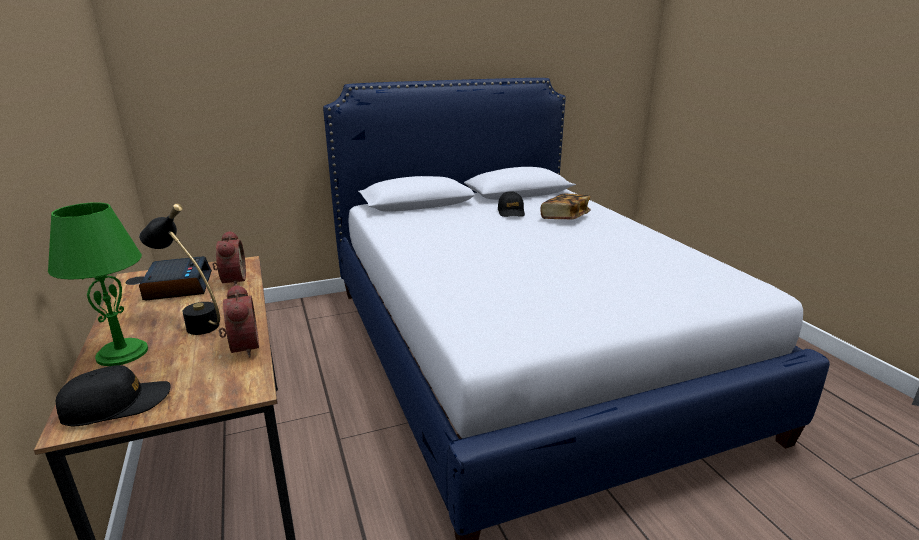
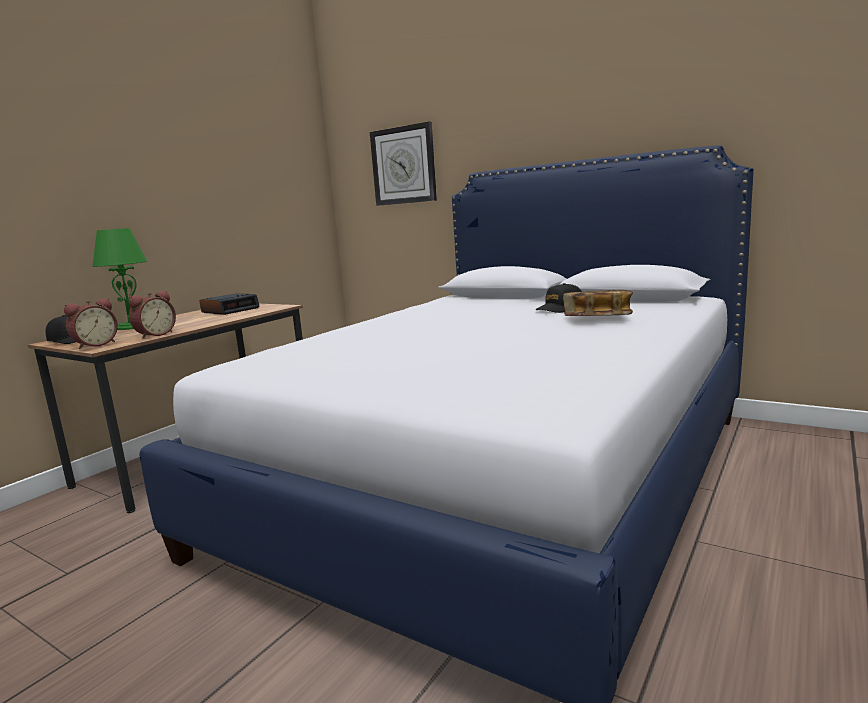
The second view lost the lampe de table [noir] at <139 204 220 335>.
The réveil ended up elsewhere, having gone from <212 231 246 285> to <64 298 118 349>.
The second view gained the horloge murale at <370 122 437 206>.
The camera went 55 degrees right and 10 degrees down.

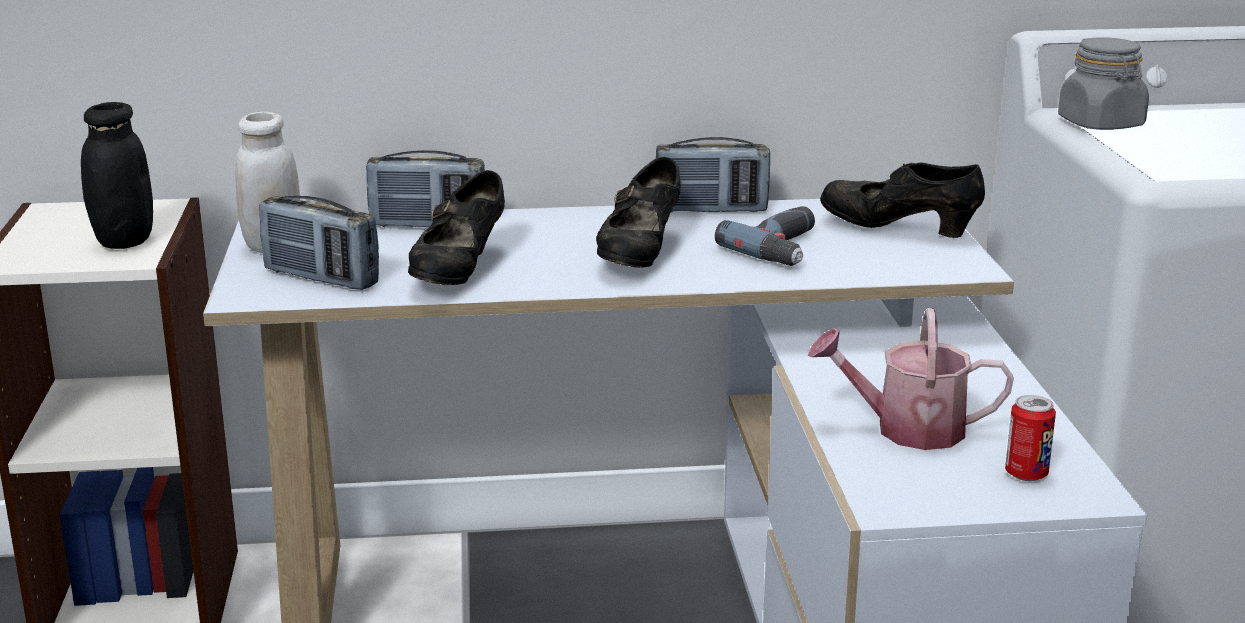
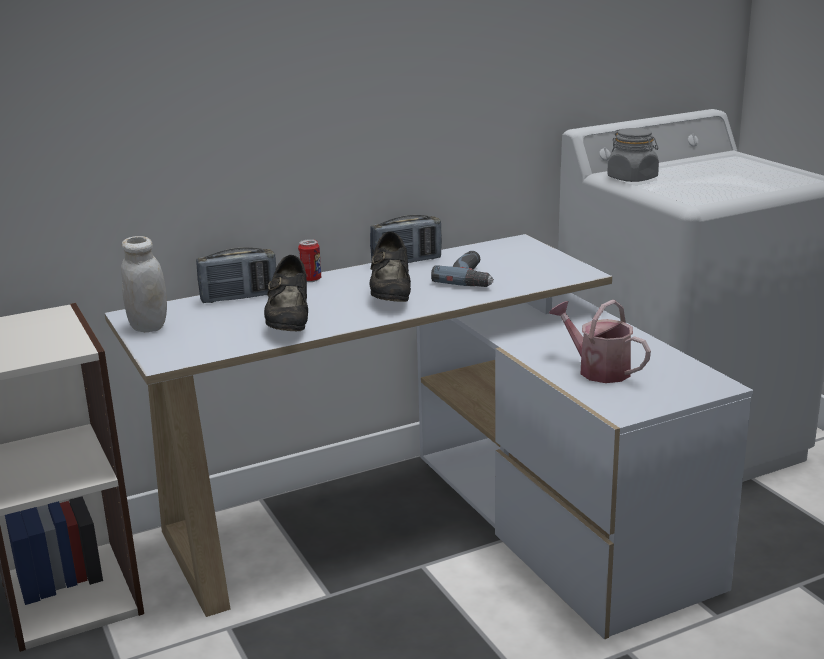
The second view lost the bocal [noir] at <81 102 153 249>.
The second view lost the radio at <259 196 379 290>.
The arrosoir at <807 308 1014 450> ended up facing another way, 60 degrees clockwise from before.
The second view lost the chaussure [noir] at <820 162 985 238>.
The boîte métallique ended up elsewhere, having gone from <1005 395 1056 481> to <298 239 321 282>.
The camera went 20 degrees left and 0 degrees up.

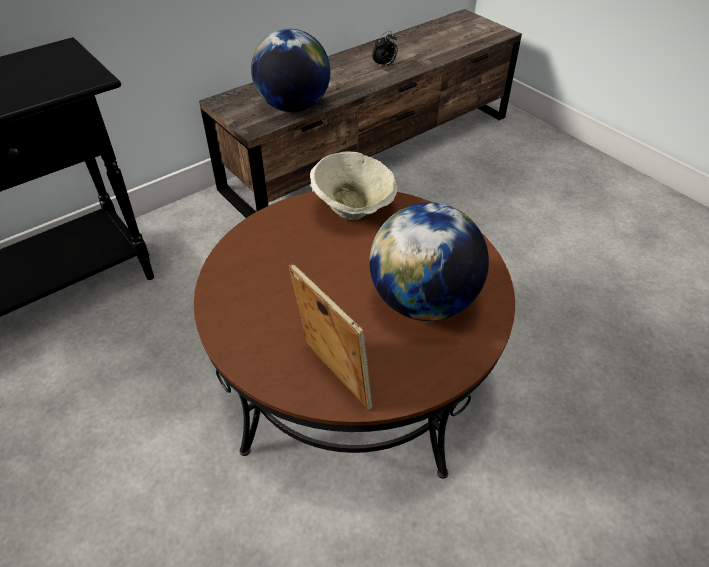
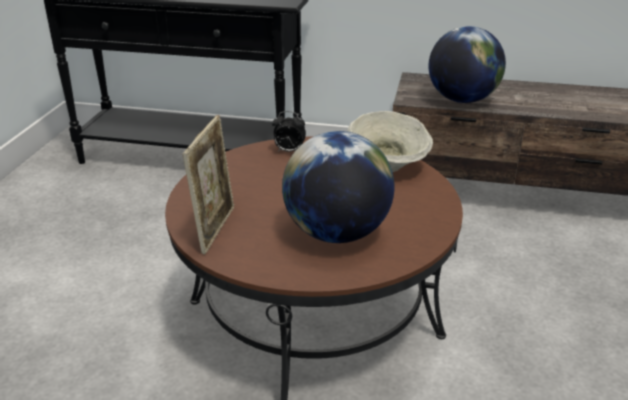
The réveil ended up elsewhere, having gone from <372 31 397 68> to <272 111 306 152>.
The camera went 50 degrees right and 15 degrees down.

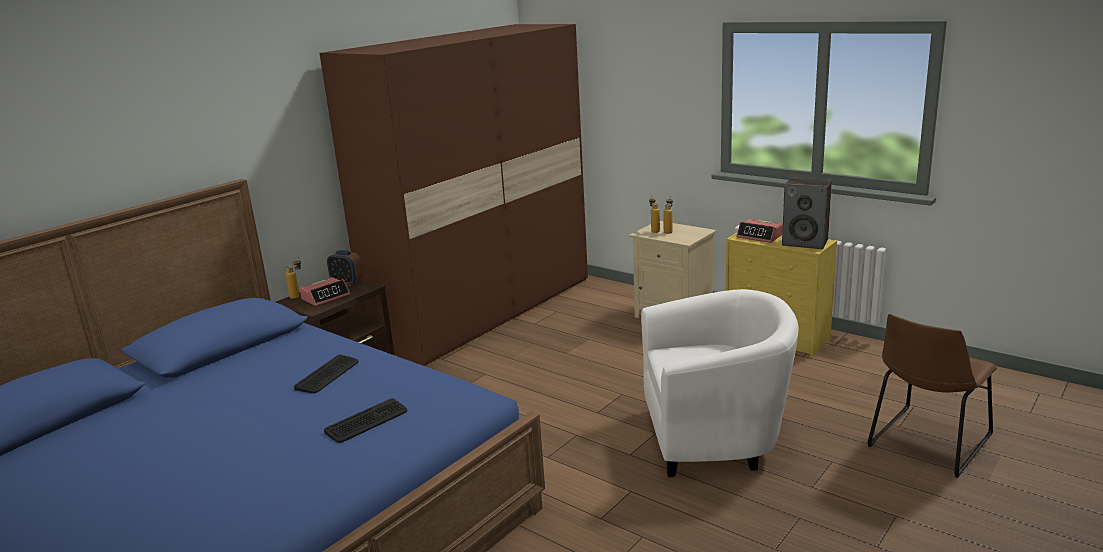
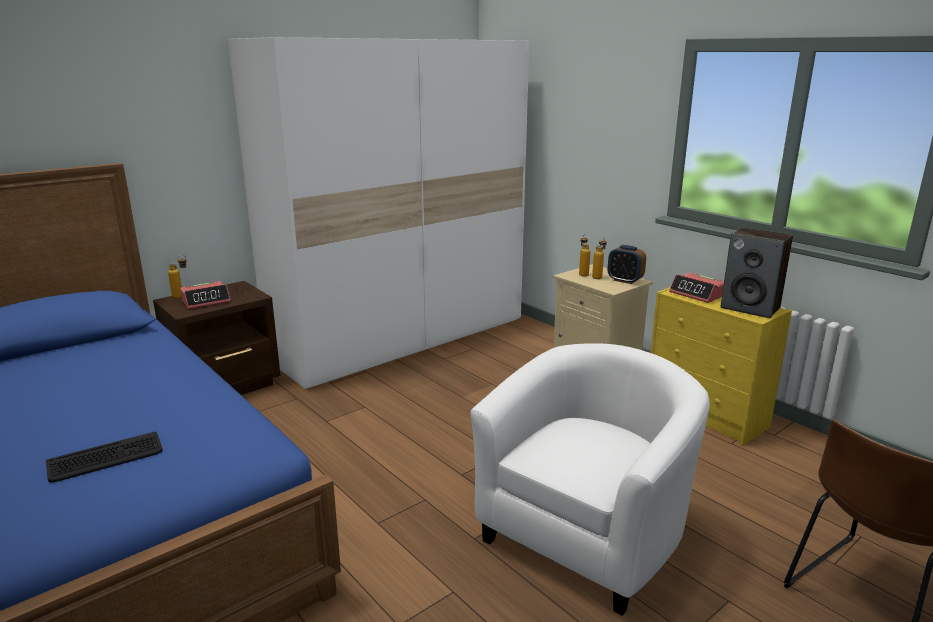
The second view lost the clavier at <294 354 358 394>.
What was the armoire [marron] at <319 24 588 366> turned into the armoire [blanc] at <228 37 529 389>.
The réveil ended up elsewhere, having gone from <327 250 363 286> to <608 245 646 284>.
The fauteuil [blanc] at <641 289 799 477> ended up facing another way, 60 degrees counterclockwise from before.
The camera went 10 degrees right and 0 degrees up.

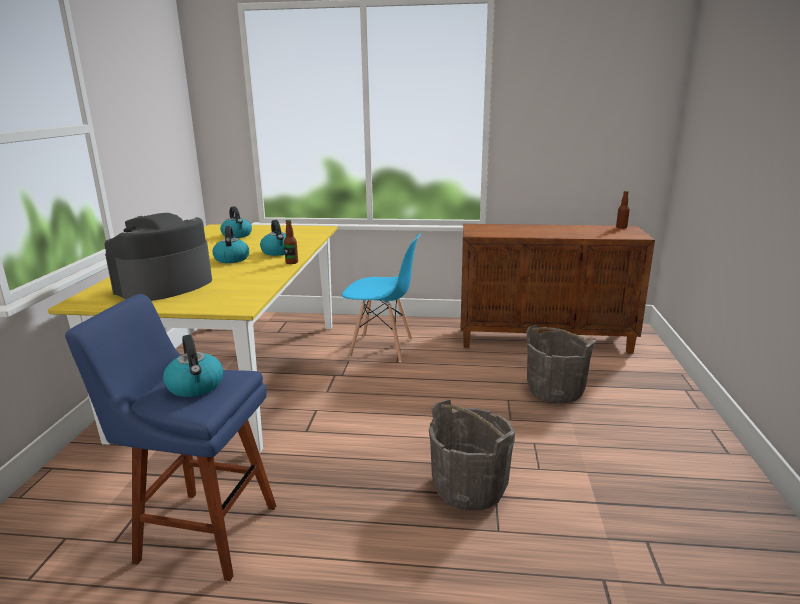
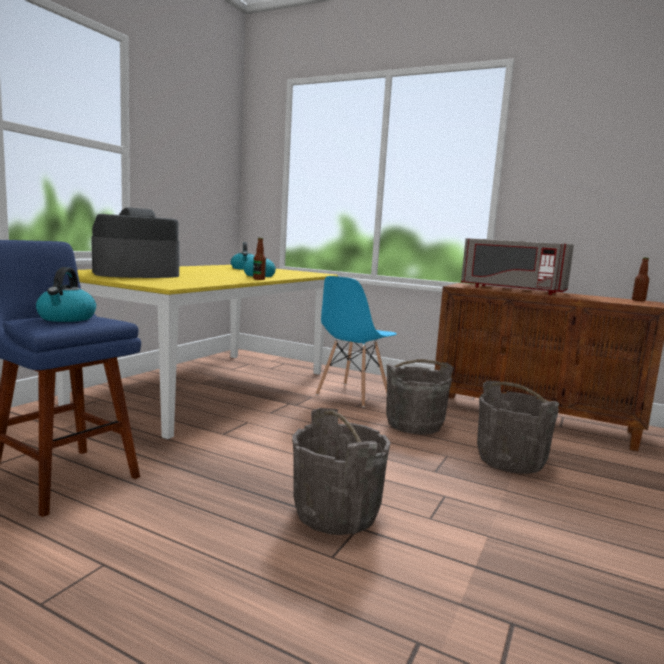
The second view lost the bouilloire at <213 226 249 263>.
The chaise [bleu] at <342 233 421 362> ended up facing another way, 90 degrees clockwise from before.
The second view gained the seau [gris] at <386 359 454 434>.
The second view gained the micro-ondes [gris] at <461 238 574 295>.
The camera went 20 degrees right and 10 degrees down.

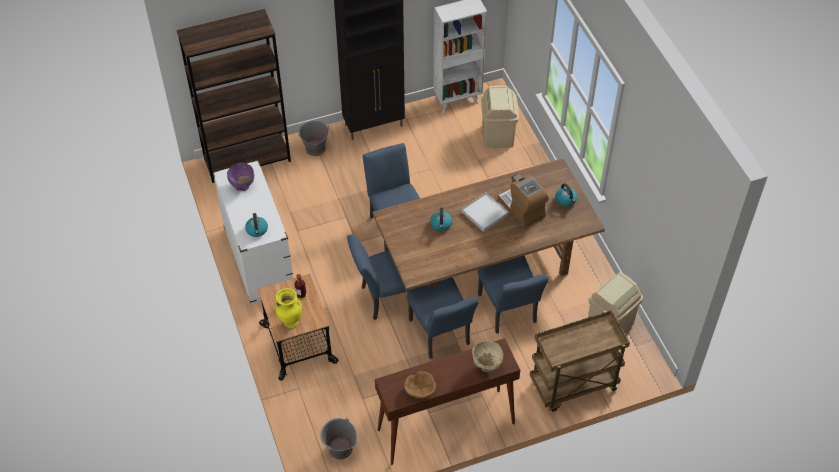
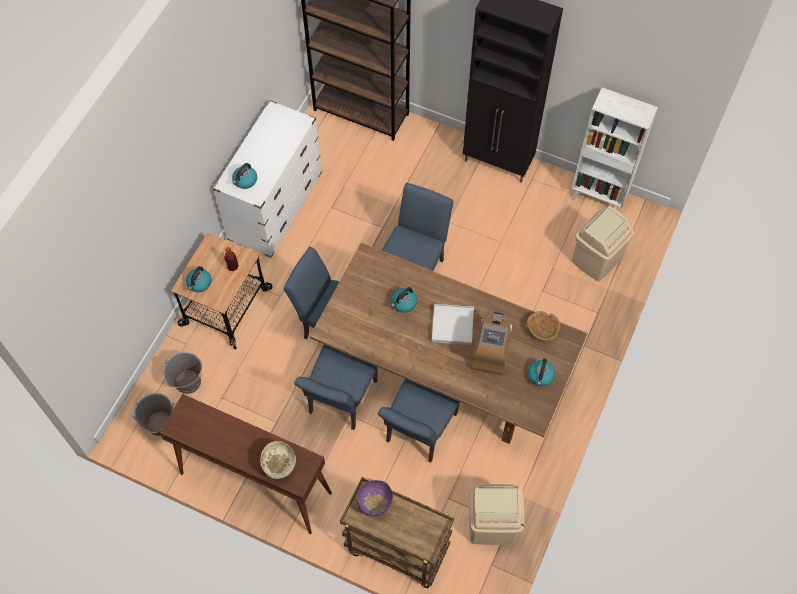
The bol [violet] ended up elsewhere, having gone from <227 163 254 191> to <357 480 393 516>.
Where the vase [jaune] stood at <275 288 302 328>, the bouilloire came to stand at <186 266 212 292>.
The seau [gris] ended up elsewhere, having gone from <298 121 329 156> to <164 352 203 394>.
The bol [marron] ended up elsewhere, having gone from <404 371 436 399> to <527 311 561 342>.
The camera went 45 degrees right and 10 degrees up.

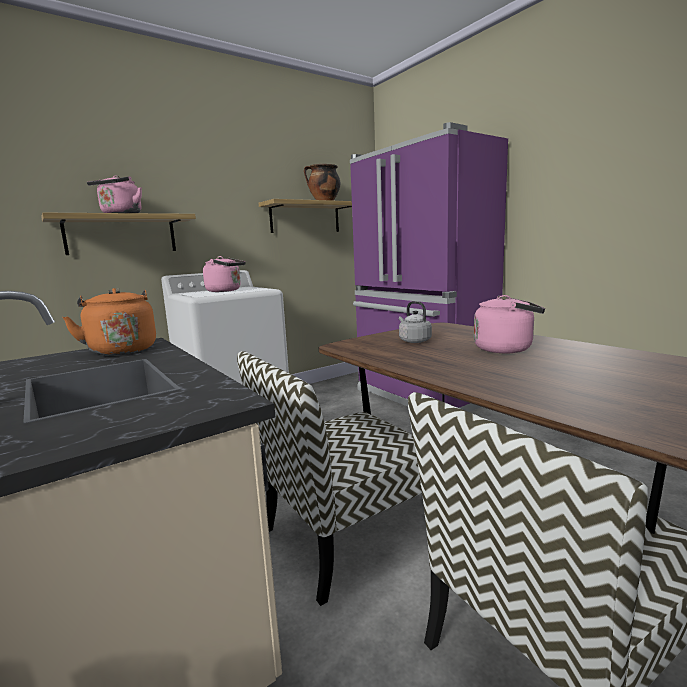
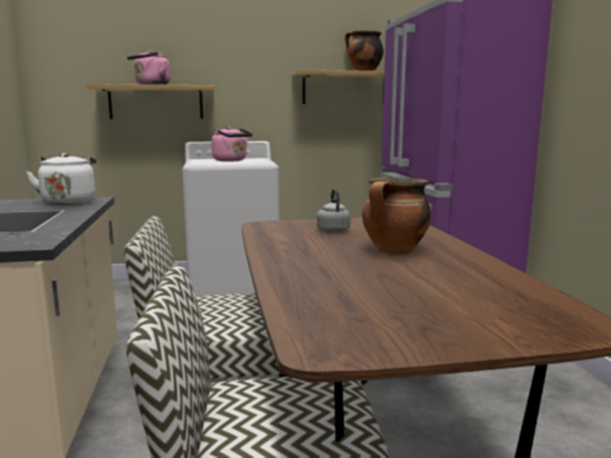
What was the bouilloire [orange] at <62 288 156 355> turned into the bouilloire [blanc] at <26 153 96 205>.
Where the bouilloire [rose] stood at <474 295 545 353>, the marmite came to stand at <362 177 432 254>.
The camera went 25 degrees right and 0 degrees up.

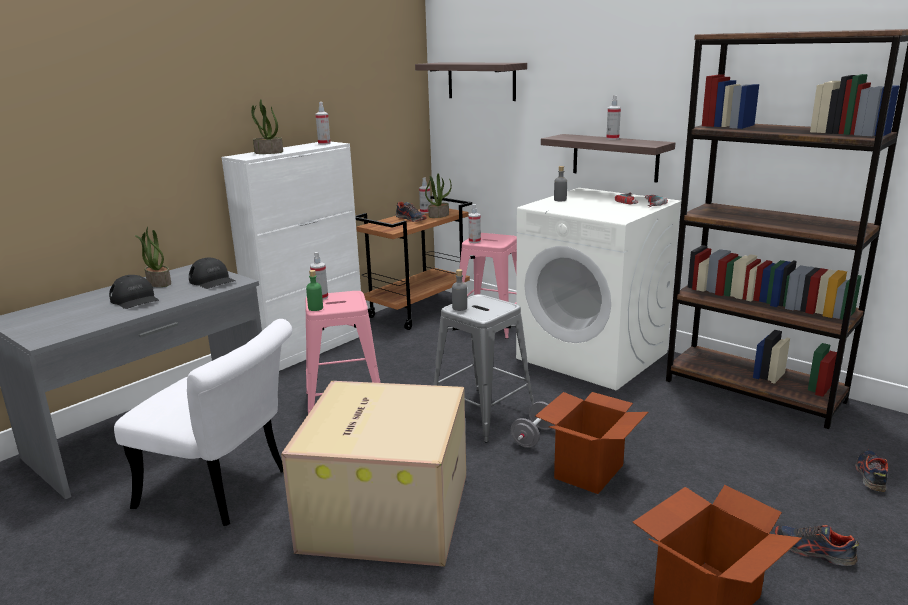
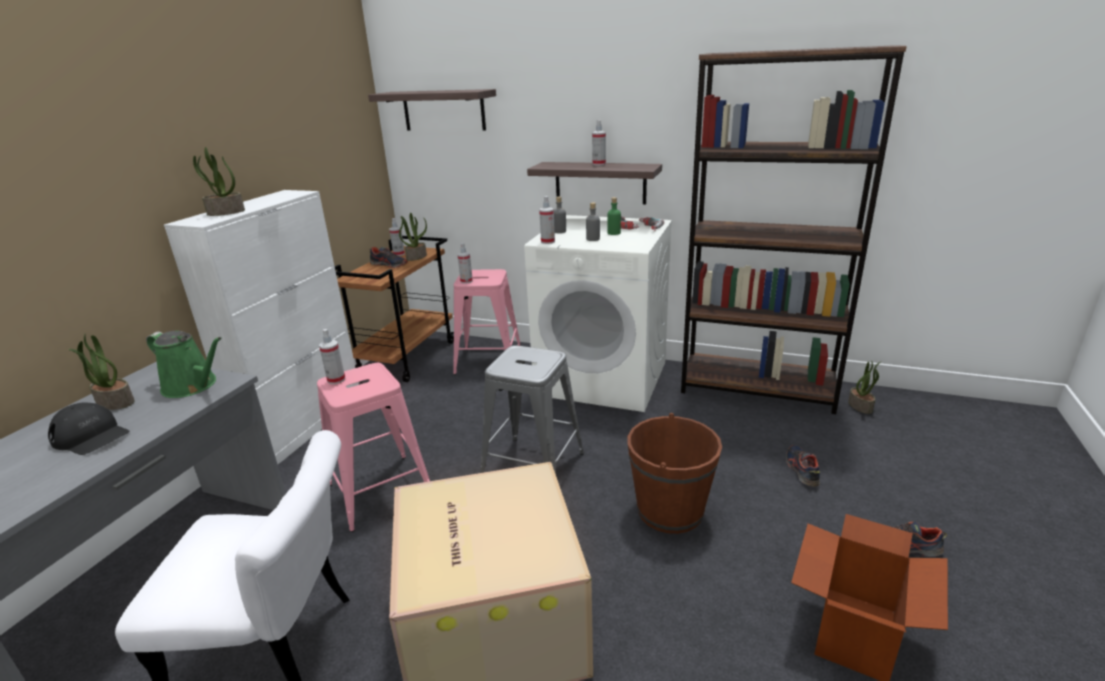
Where the casquette [noir] stood at <189 258 235 289>, the arrosoir [vert] came to stand at <146 331 222 398>.
The bouteille [vert] ended up elsewhere, having gone from <306 270 323 311> to <607 197 621 235>.
The vaporisateur ended up elsewhere, having gone from <316 102 331 145> to <539 196 555 244>.
The bouteille [gris] ended up elsewhere, having gone from <452 269 467 311> to <586 202 600 241>.
The second view lost the haltère [gris] at <511 401 554 448>.
Where the carton stood at <535 392 648 494>, the seau [marron] came to stand at <628 413 722 534>.
The chaussure ended up elsewhere, having gone from <855 450 888 492> to <786 445 820 487>.
The second view gained the plante en pot at <848 361 881 414>.
The camera went 20 degrees left and 5 degrees up.

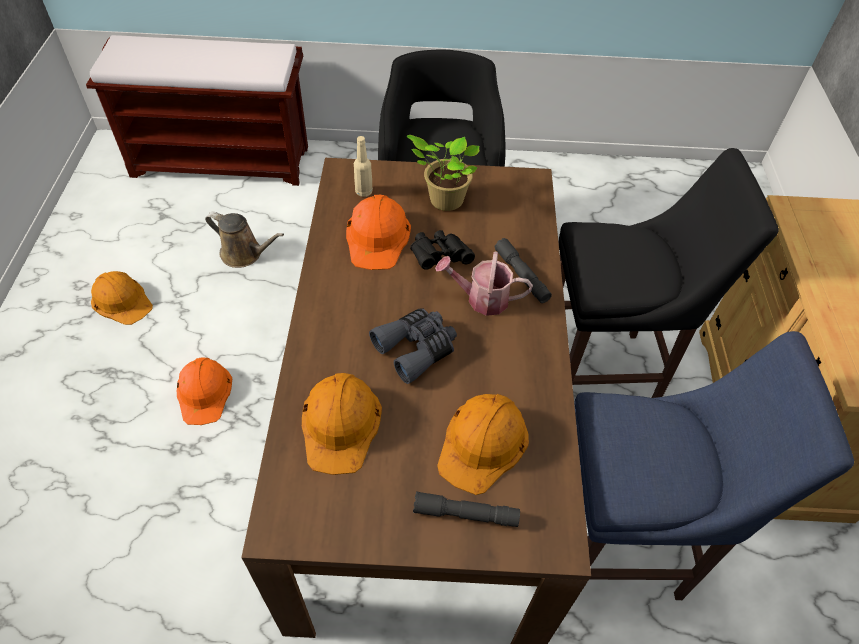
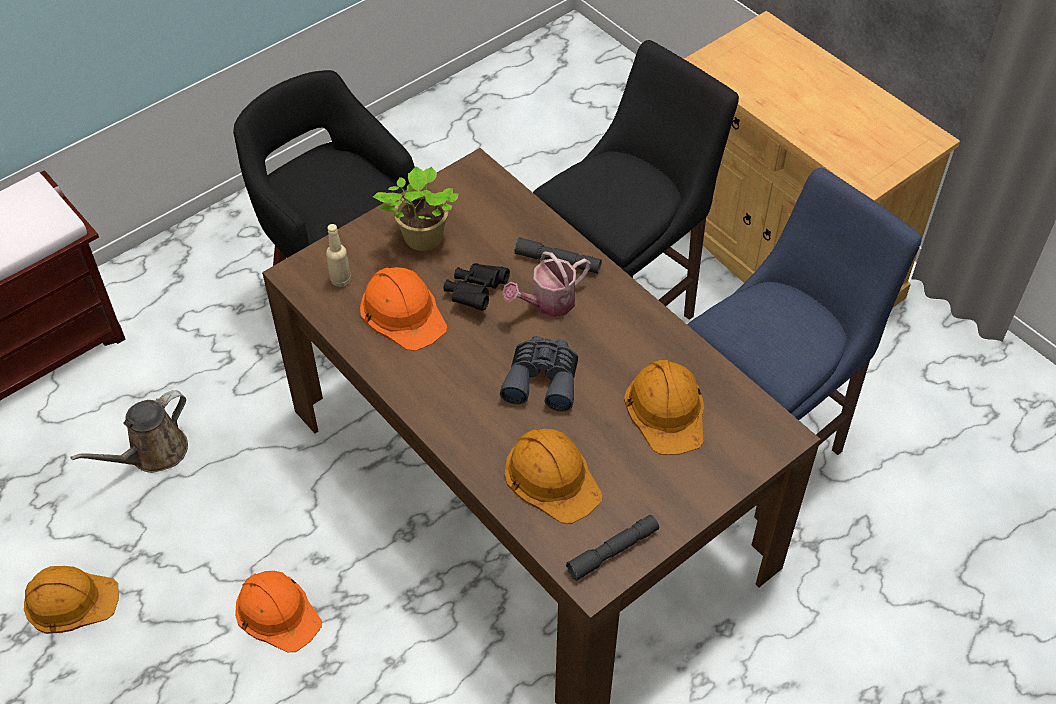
The arrosoir [marron] at <205 212 284 268> ended up facing another way, 150 degrees clockwise from before.
The lampe de poche [gris] ended up elsewhere, having gone from <413 491 520 527> to <566 515 659 581>.
The camera went 40 degrees left and 0 degrees up.

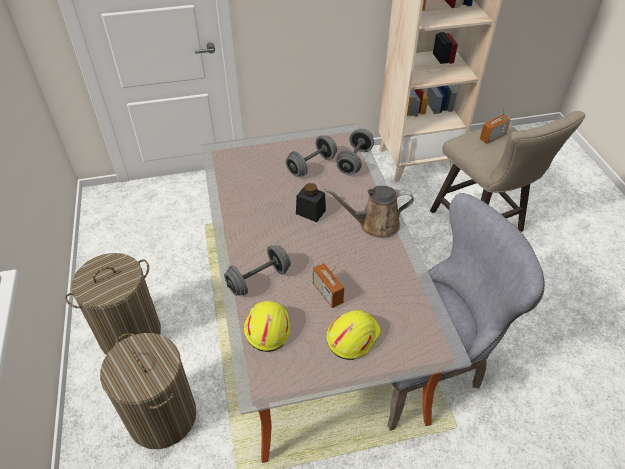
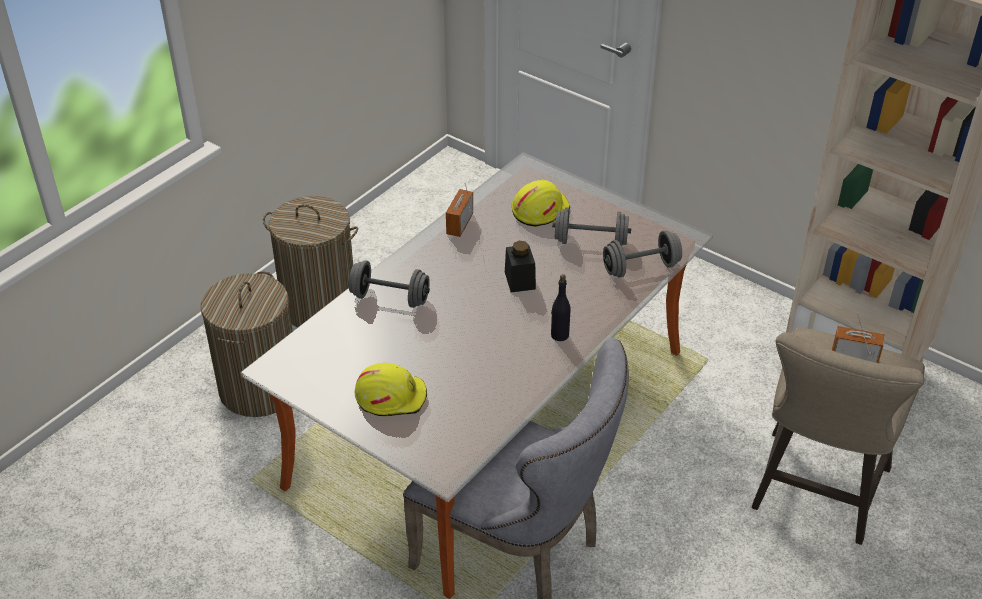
The casque de chantier [jaune] ended up elsewhere, having gone from <244 301 290 352> to <512 180 570 227>.
The radio ended up elsewhere, having gone from <313 260 344 308> to <446 183 473 237>.
Where the arrosoir [marron] stood at <325 186 414 238>, the bouteille [noir] came to stand at <551 274 571 341>.
The camera went 50 degrees right and 5 degrees down.

